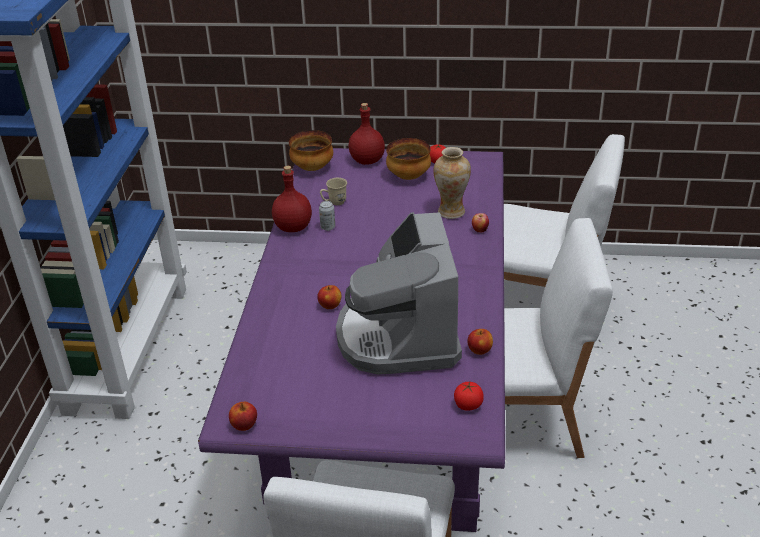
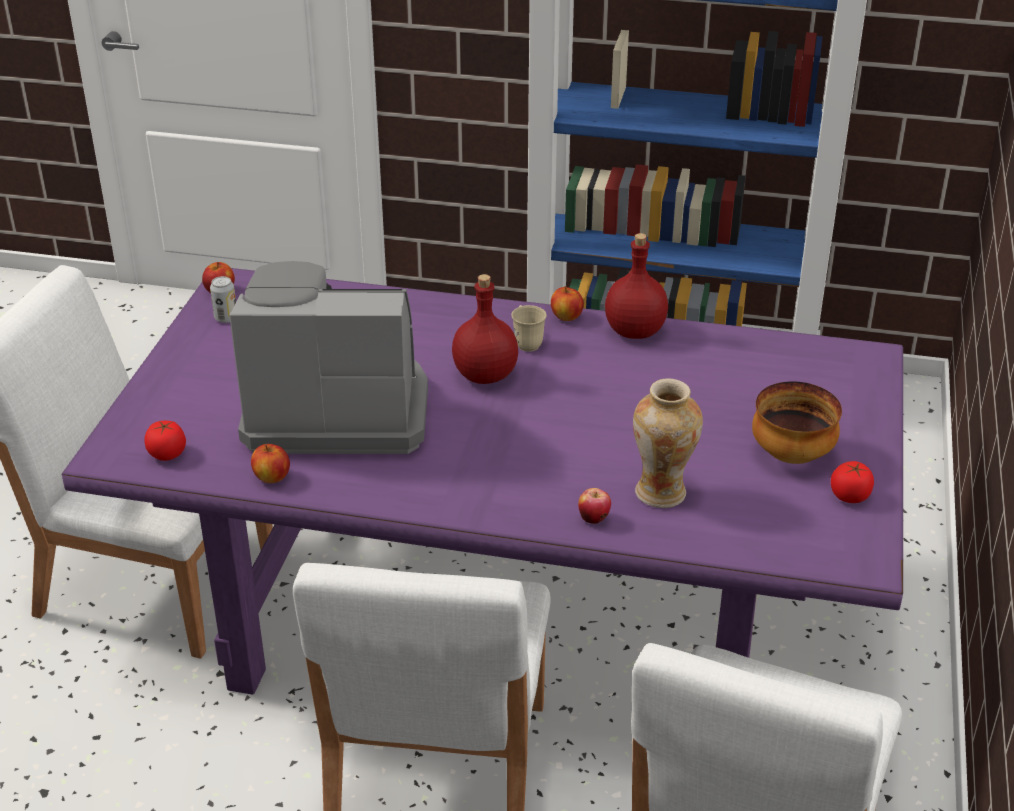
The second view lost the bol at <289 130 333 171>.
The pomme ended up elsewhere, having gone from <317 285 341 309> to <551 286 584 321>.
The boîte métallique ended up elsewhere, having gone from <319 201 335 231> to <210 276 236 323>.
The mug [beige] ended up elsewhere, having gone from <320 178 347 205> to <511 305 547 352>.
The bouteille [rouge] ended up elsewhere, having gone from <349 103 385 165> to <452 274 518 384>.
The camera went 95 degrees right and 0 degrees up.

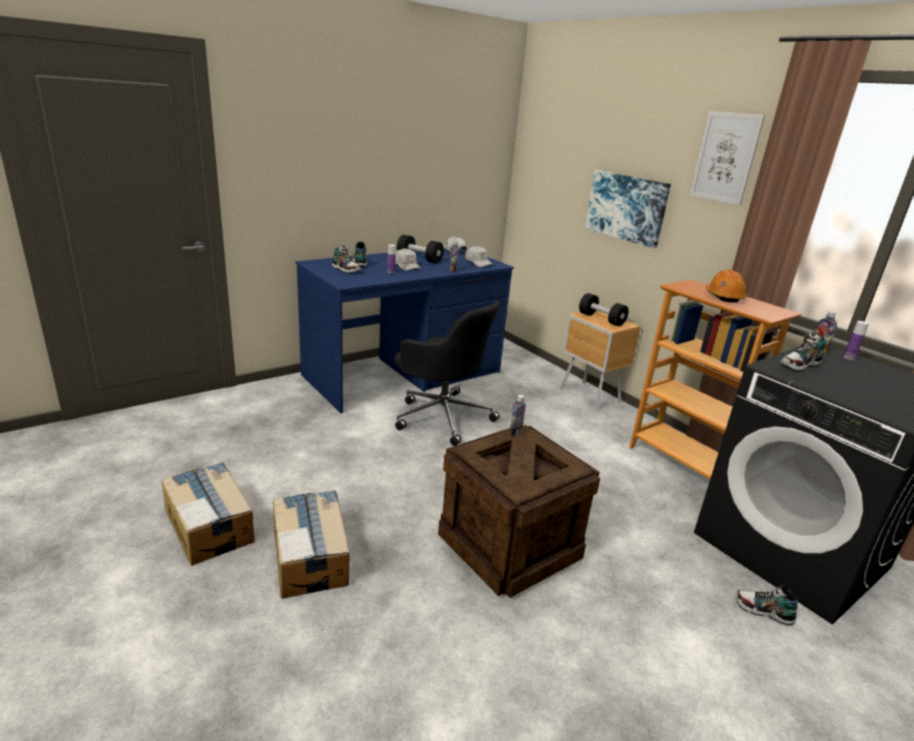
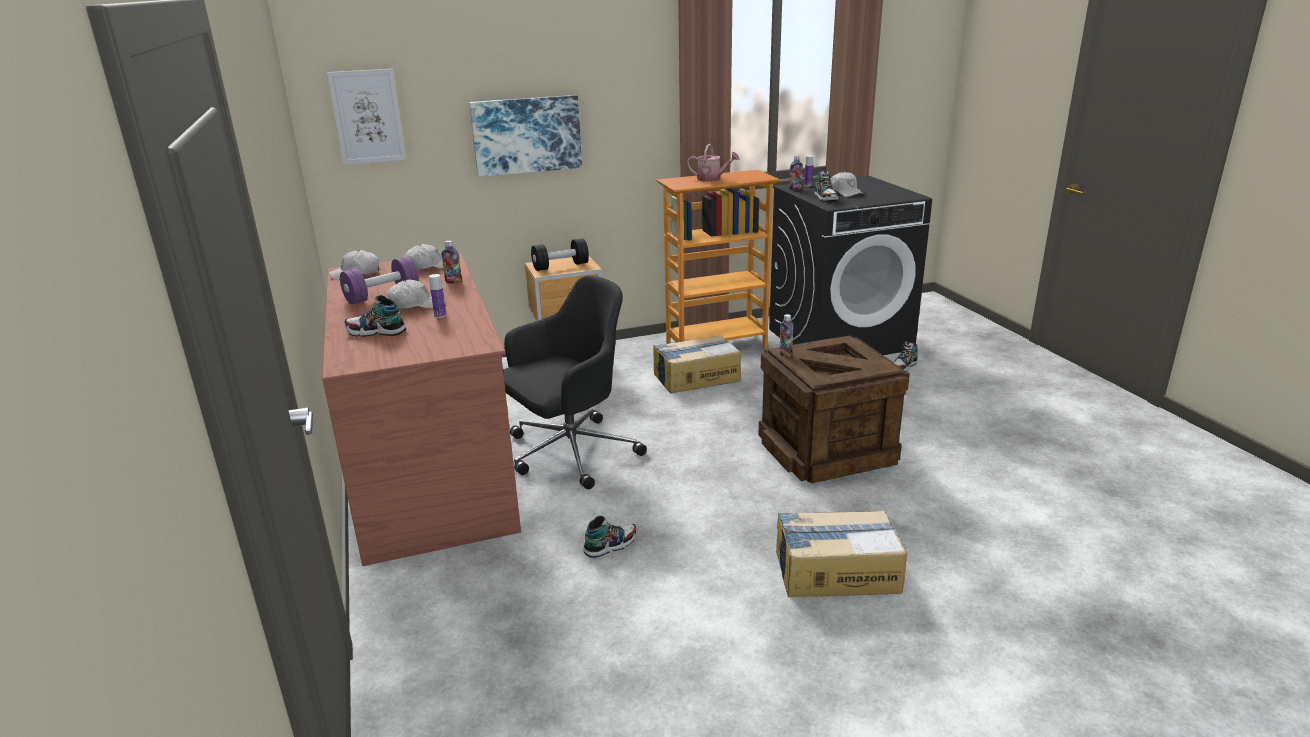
The carton ended up elsewhere, having gone from <162 462 255 565> to <653 335 741 393>.
What was the bureau [bleu] at <295 248 514 413> turned into the bureau [marron] at <322 253 521 566>.
The chaussure ended up elsewhere, having gone from <332 246 361 273> to <583 516 637 558>.
What was the haltère [noir] at <397 235 444 263> turned into the haltère [violet] at <340 257 419 304>.
The tableau ended up elsewhere, having gone from <689 111 765 206> to <327 69 407 165>.
Where the casque de chantier [orange] stood at <706 269 747 303>, the arrosoir came to stand at <687 144 740 182>.
The second view gained the casquette [blanc] at <830 172 864 197>.
The camera went 70 degrees left and 0 degrees up.

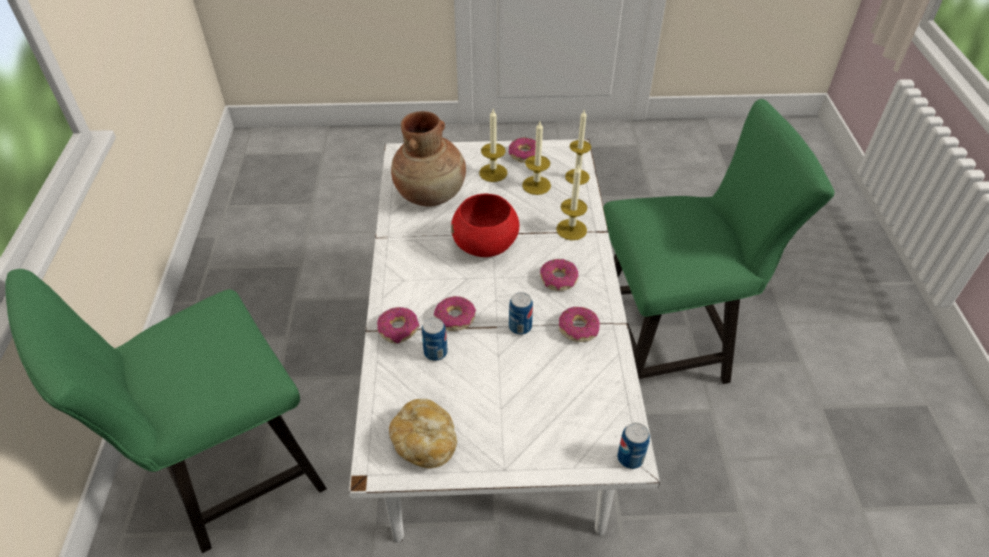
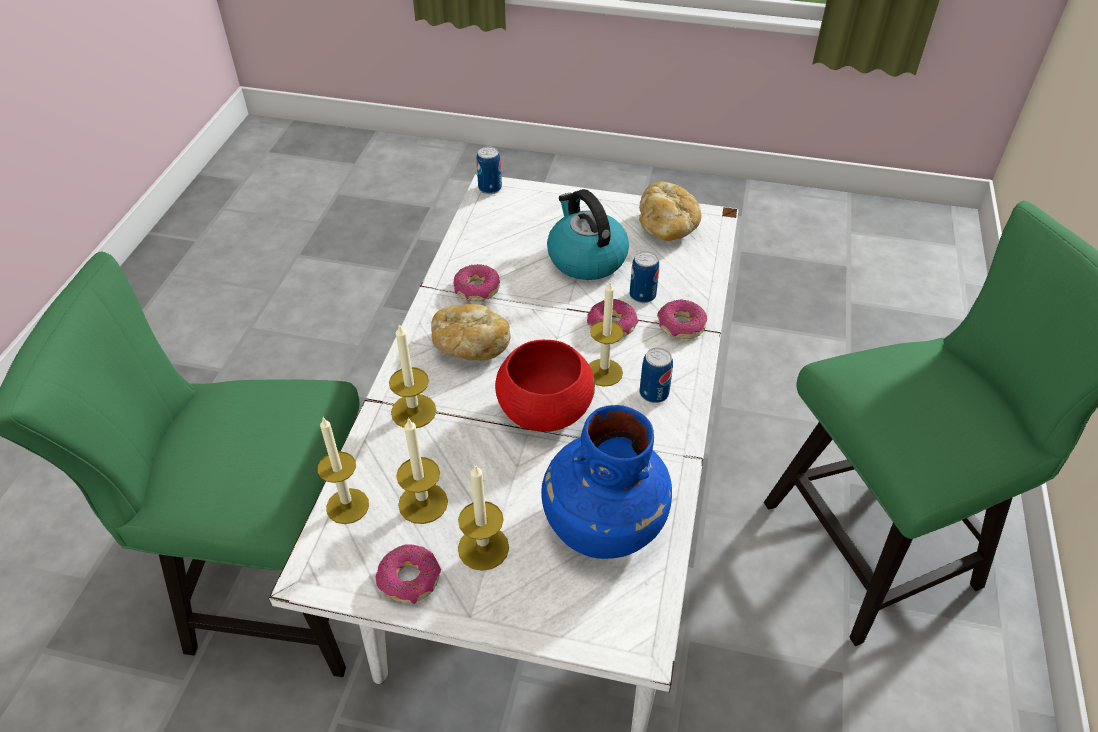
What was the vase [marron] at <391 111 466 207> turned into the vase [bleu] at <541 405 672 559>.
The boîte métallique ended up elsewhere, having gone from <509 292 533 335> to <639 348 673 403>.
Where the beignet stood at <540 259 578 291>, the pain came to stand at <431 304 510 360>.
The second view gained the bouilloire at <547 189 629 280>.
The second view gained the bougie at <589 282 624 386>.
The camera went 165 degrees left and 0 degrees up.

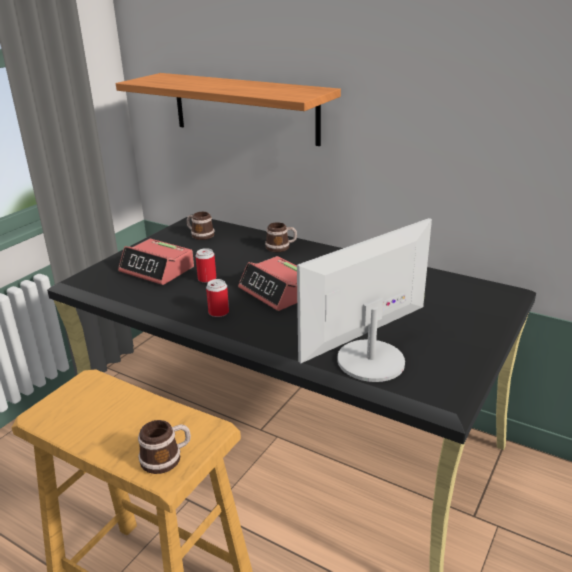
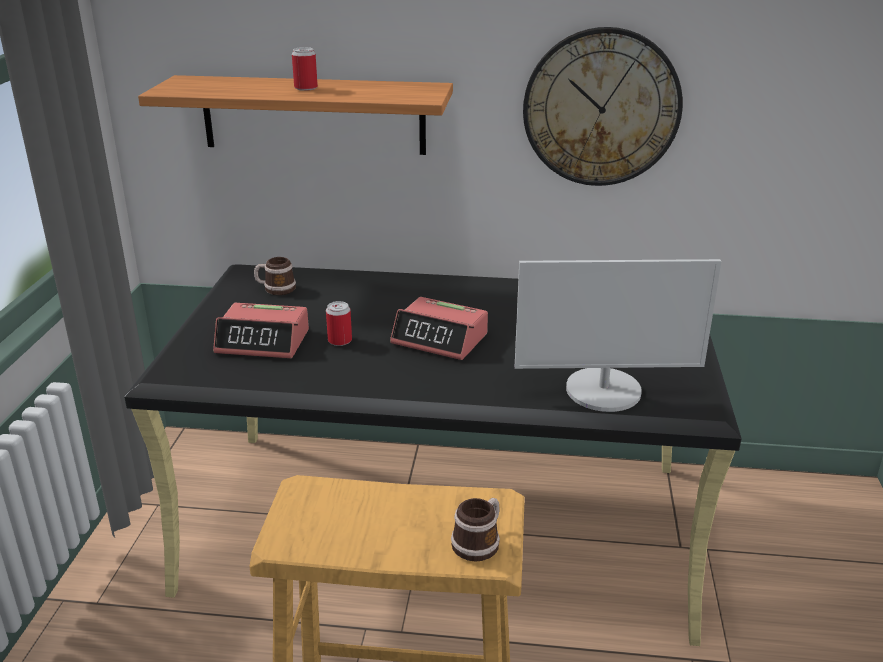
The boîte métallique ended up elsewhere, having gone from <206 279 229 317> to <292 47 318 91>.
The second view lost the mug at <265 222 297 252>.
The écran d'ordinateur at <297 218 432 382> ended up facing another way, 120 degrees counterclockwise from before.
The second view gained the horloge murale at <523 27 683 186>.
The camera went 25 degrees left and 0 degrees up.

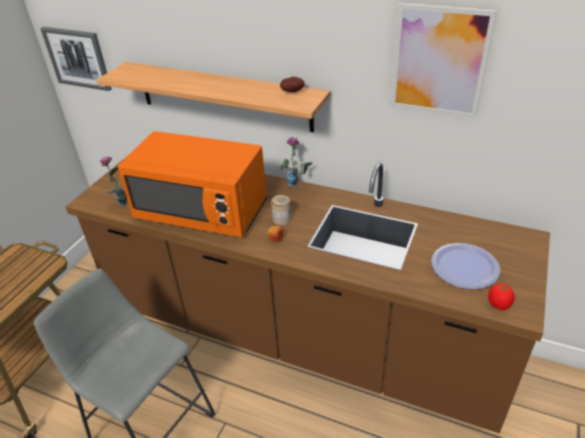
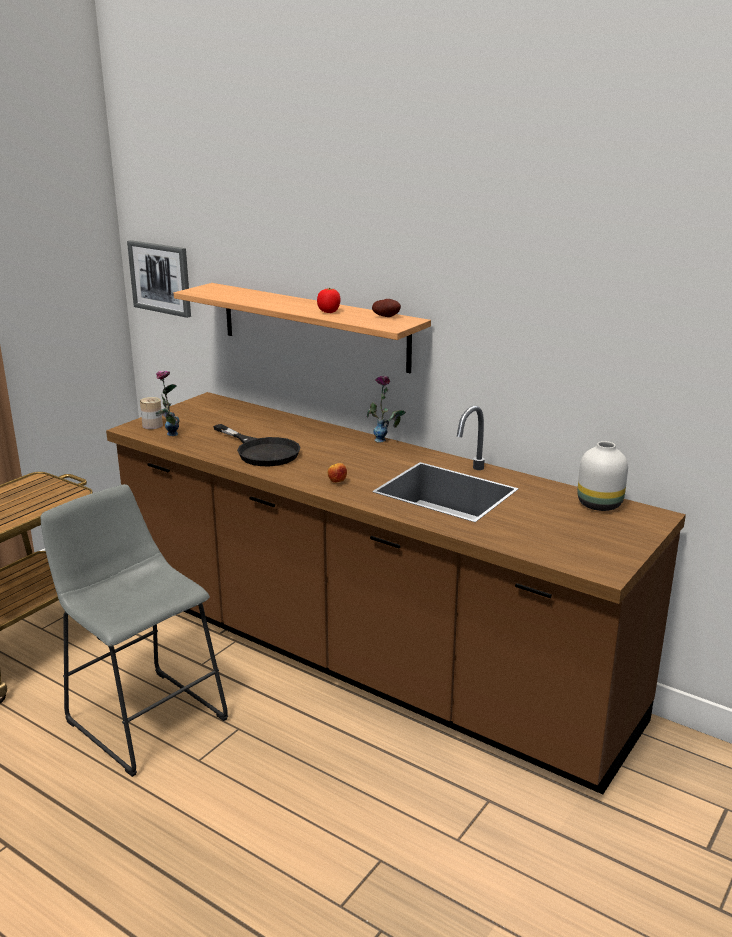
Where the micro-ondes [orange] stood at <118 131 267 237>, the poêle [noir] came to stand at <213 424 300 466>.
The boîte métallique ended up elsewhere, having gone from <271 195 291 225> to <140 397 163 429>.
The second view lost the tableau at <390 3 497 119>.
The second view lost the assiette at <431 243 500 289>.
The tomate ended up elsewhere, having gone from <488 283 515 310> to <317 288 341 313>.
The second view gained the vase [blanc] at <577 441 628 511>.
The camera went 10 degrees right and 15 degrees down.

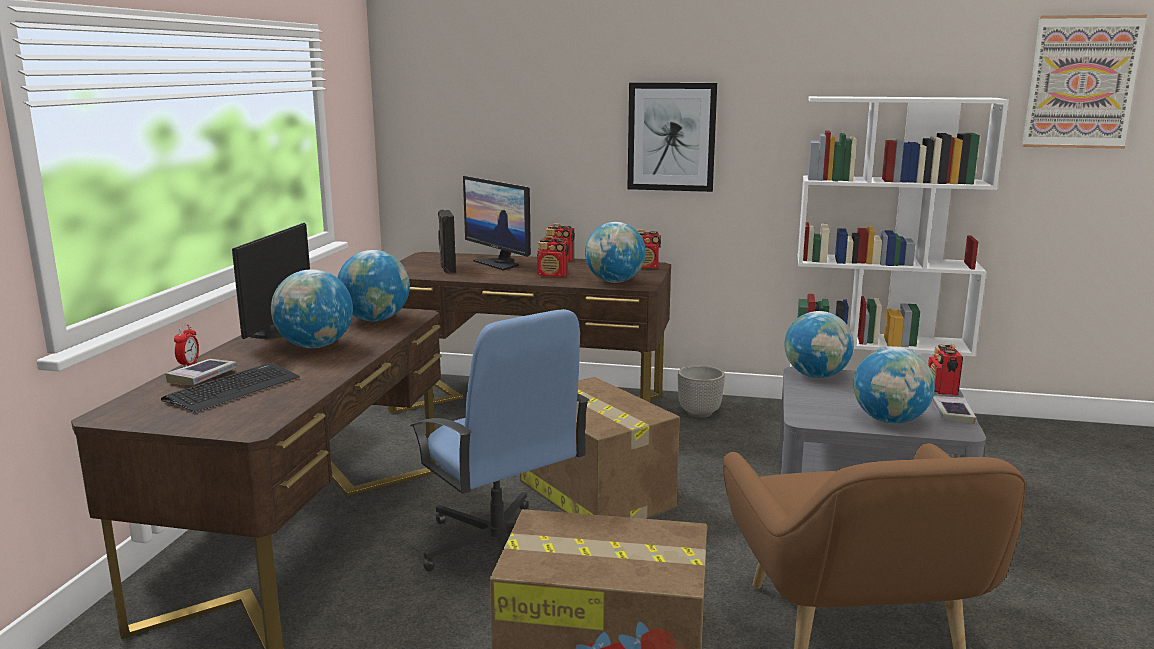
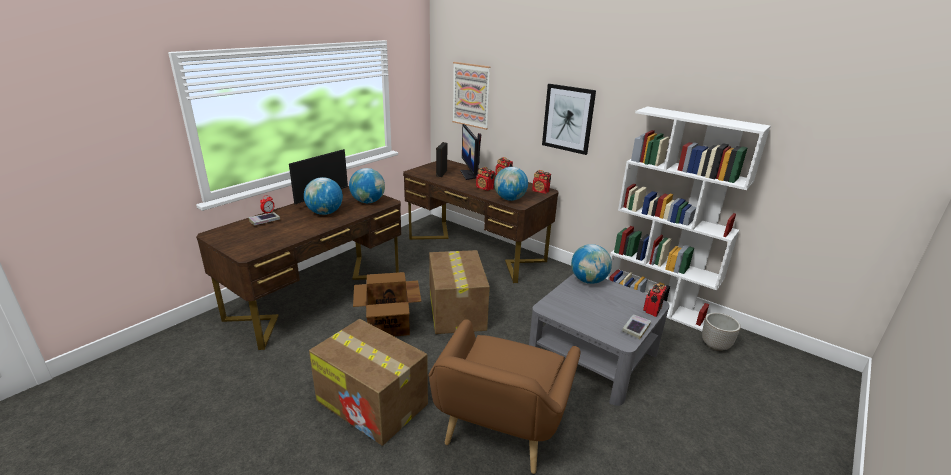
The second view lost the clavier at <161 363 300 413>.
Where the chaise de bureau [bleu] stood at <410 309 590 571>, the carton came to stand at <353 272 421 336>.
The cache-pot ended up elsewhere, having gone from <678 365 725 418> to <702 313 741 351>.
The second view lost the globe at <854 347 935 424>.
The tableau ended up elsewhere, having gone from <1022 15 1147 149> to <452 62 490 130>.
The camera went 25 degrees right and 10 degrees up.

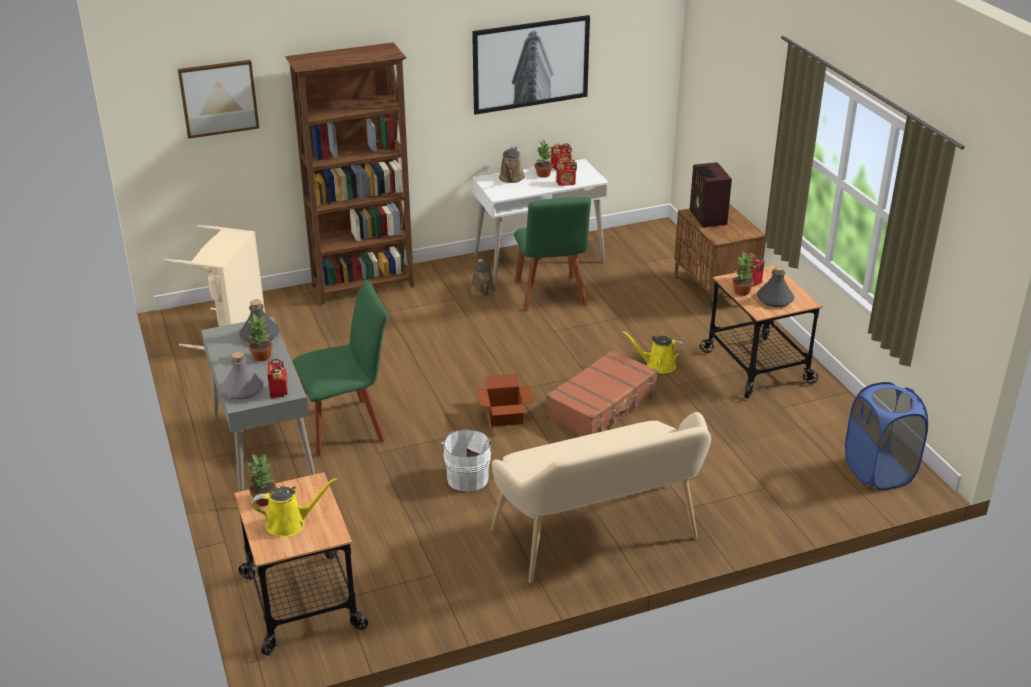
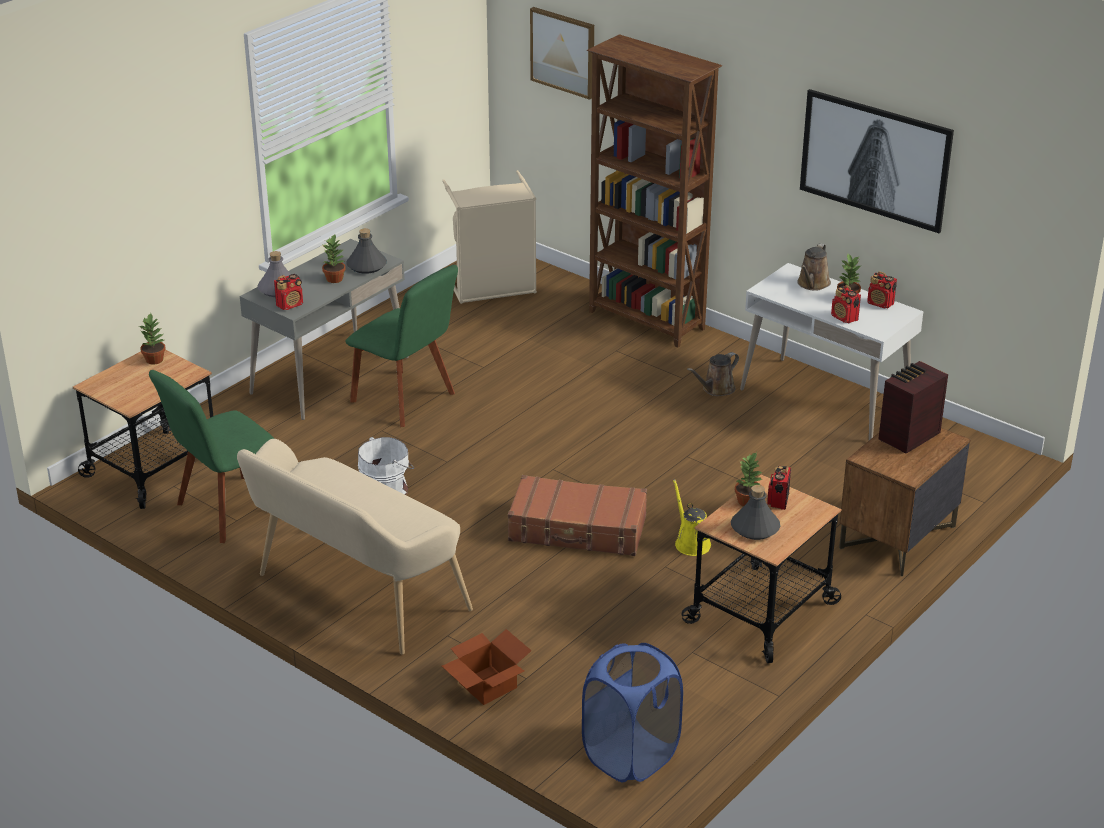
The second view lost the arrosoir [jaune] at <252 478 337 537>.
The carton ended up elsewhere, having gone from <477 374 534 427> to <442 629 532 705>.
The arrosoir [marron] at <499 146 525 183> ended up facing another way, 45 degrees counterclockwise from before.
The chaise [vert] ended up elsewhere, having gone from <514 197 591 312> to <149 370 275 543>.
The camera went 60 degrees right and 0 degrees up.

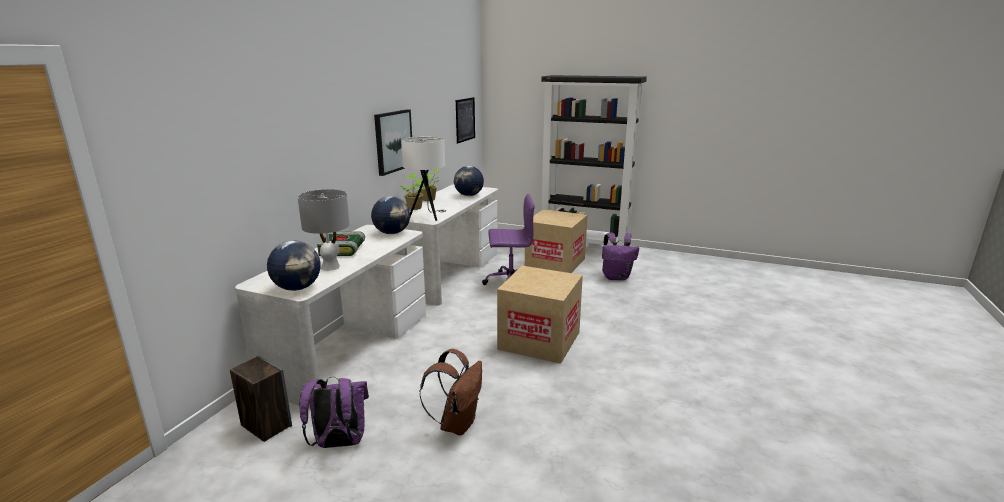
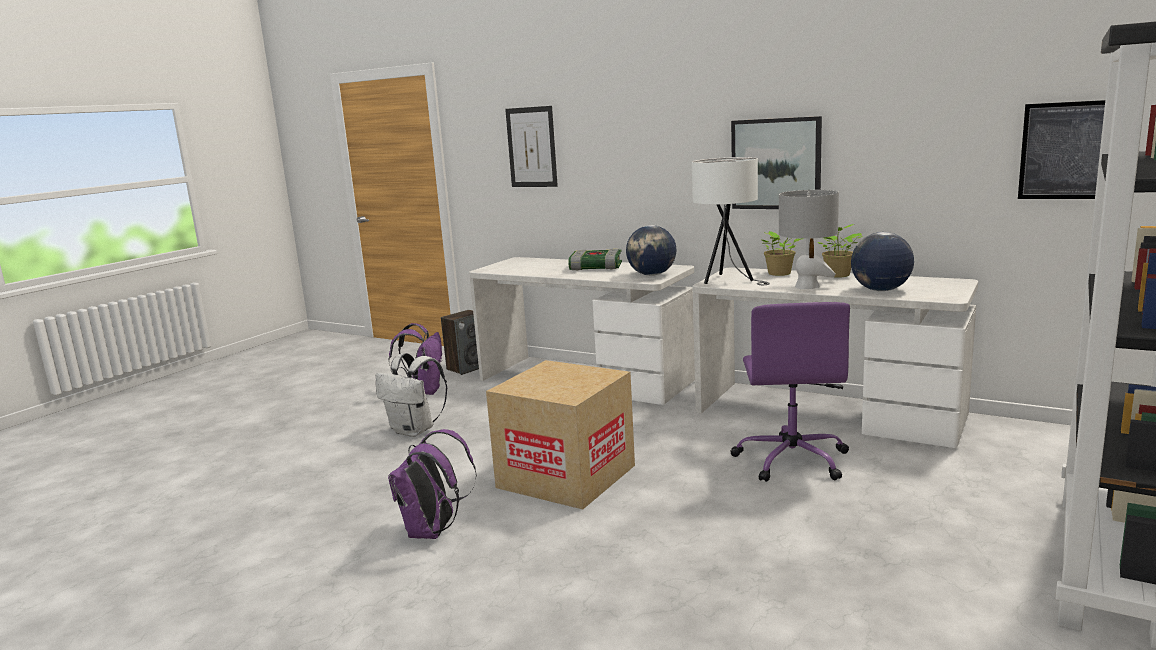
The second view lost the globe at <267 241 321 291>.
The lampe de table [gris] ended up elsewhere, having gone from <297 189 350 271> to <779 190 839 289>.
What was the sac à dos [marron] at <419 349 482 435> turned into the sac à dos [blanc] at <376 353 447 437>.
The second view lost the carton at <525 209 588 273>.
The sac à dos [violet] ended up elsewhere, having gone from <602 233 639 280> to <388 429 477 539>.
The second view gained the tableau at <505 106 558 187>.
The camera went 100 degrees right and 5 degrees down.

